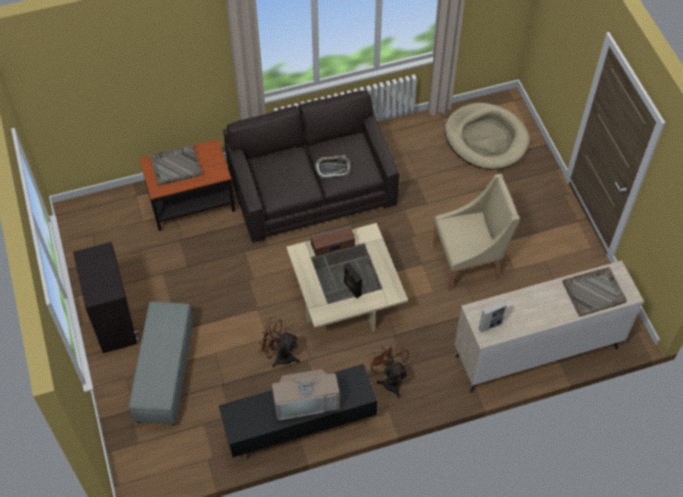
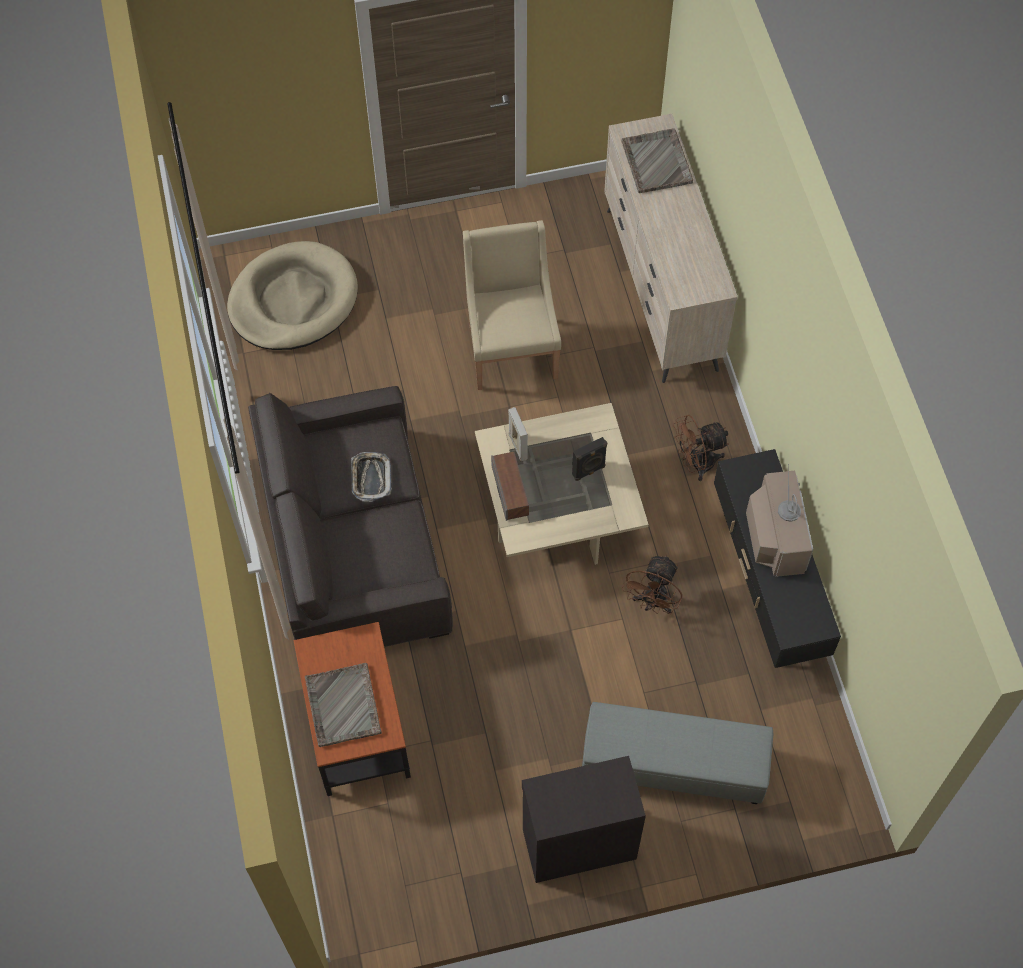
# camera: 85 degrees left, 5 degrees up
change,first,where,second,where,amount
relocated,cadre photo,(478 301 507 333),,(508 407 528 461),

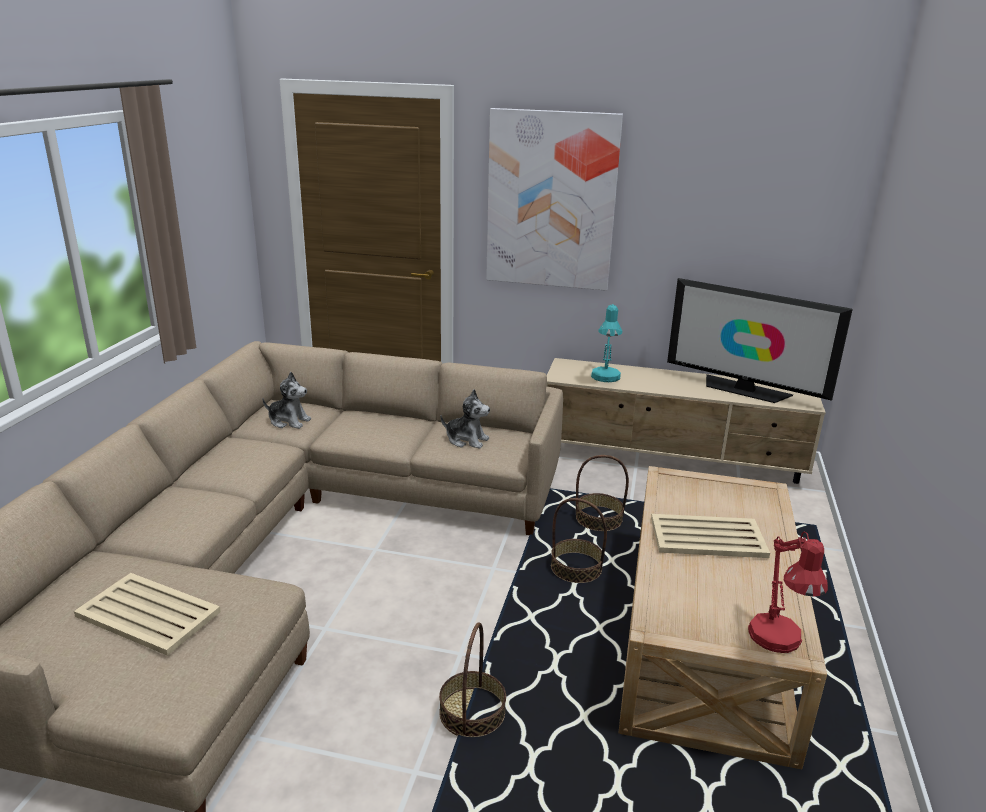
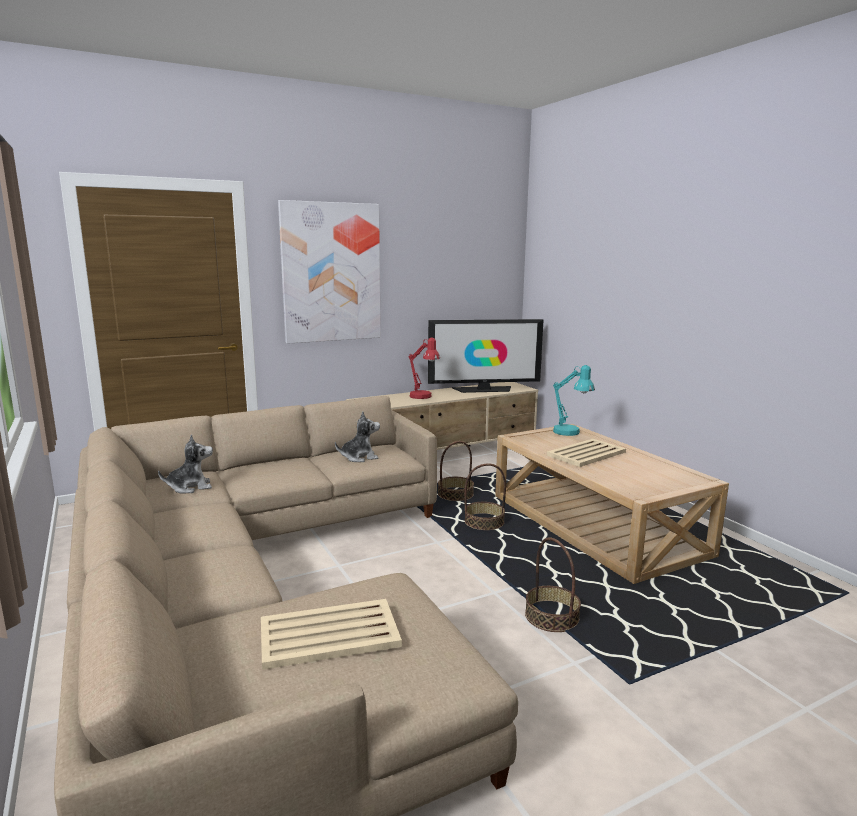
# camera: 40 degrees left, 10 degrees down
change,first,where,second,where,amount
relocated,lampe de table [turquoise],(591 304 622 382),,(553 365 595 436),
relocated,lampe de table [rouge],(748 532 828 653),,(409 338 440 399),

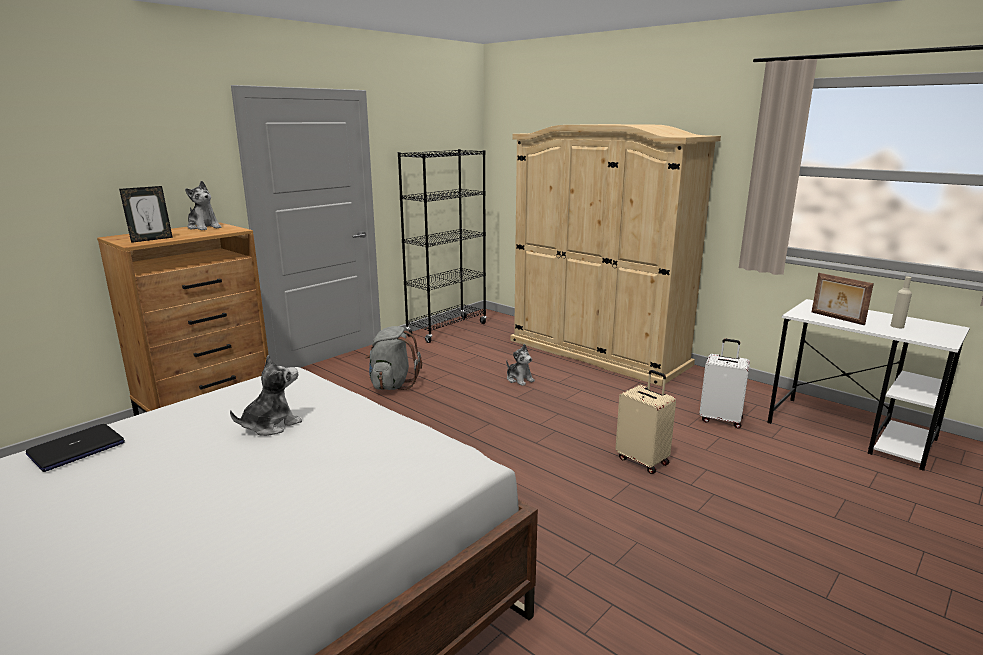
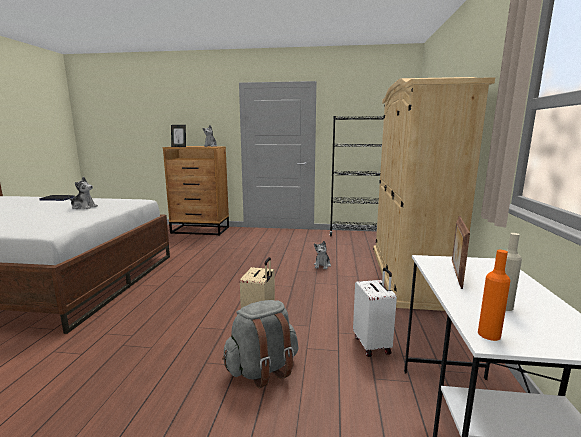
# camera: 55 degrees right, 5 degrees down
change,first,where,second,where,amount
appeared,,,bouteille [orange],(478 250 511 341),
relocated,sac à dos [gris],(365 326 422 390),,(222 300 299 388),

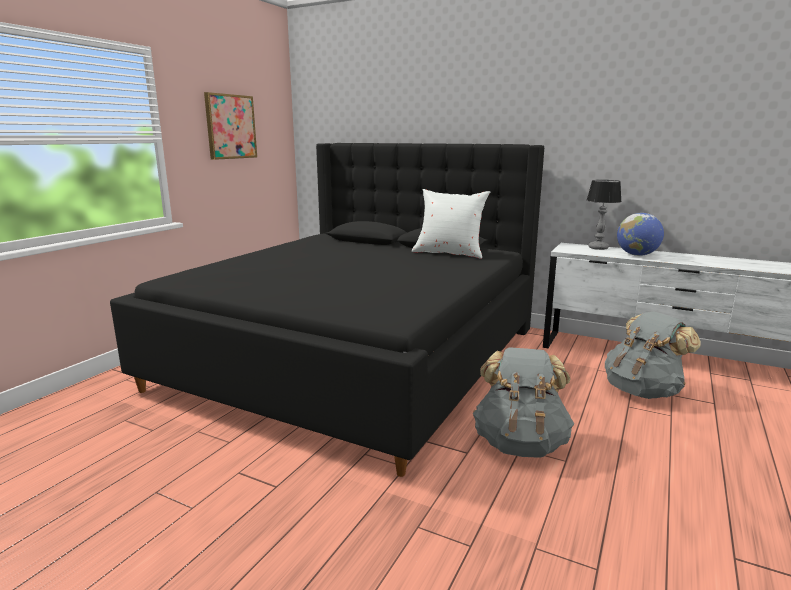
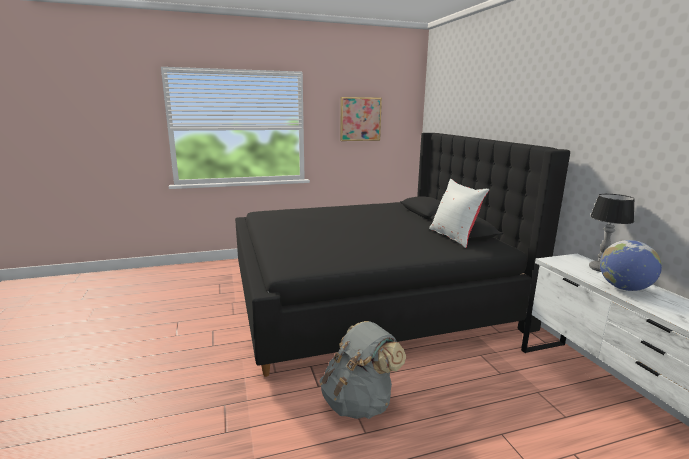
# camera: 45 degrees right, 0 degrees up
change,first,where,second,where,amount
missing,sac à dos [gris],(605 312 701 399),,,

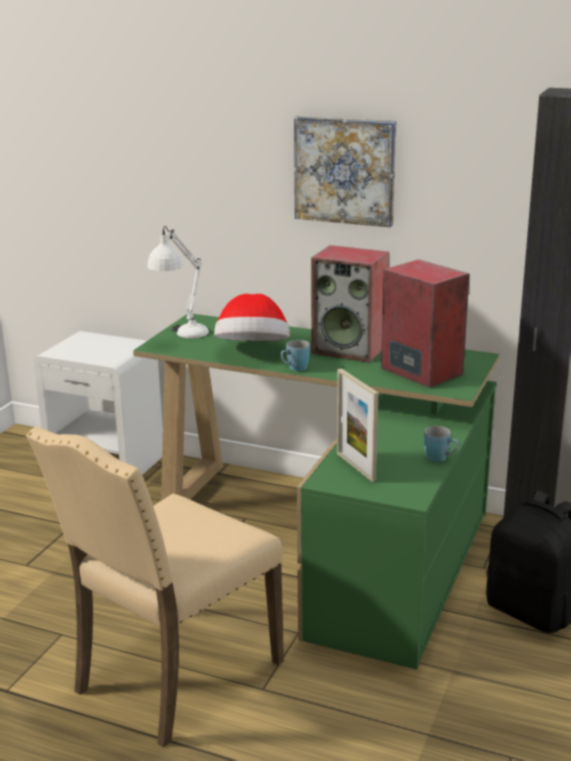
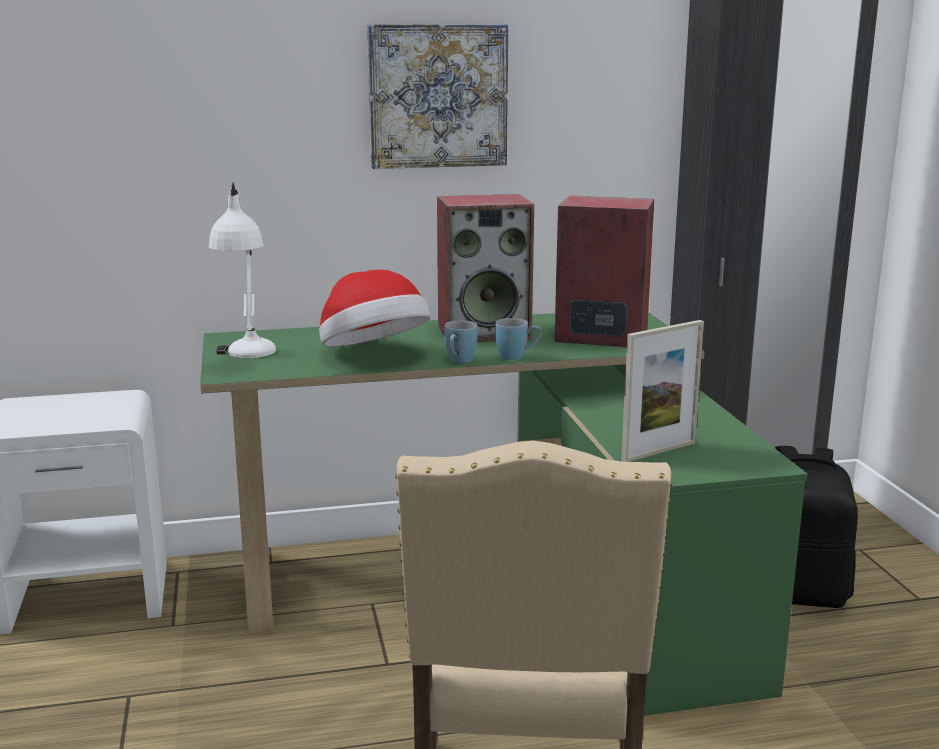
# camera: 35 degrees left, 5 degrees down
change,first,where,second,where,amount
relocated,mug [bleu],(424 426 459 462),,(495 318 541 360),
spun,cadre photo,(337 368 378 482),,(621 320 704 462),60 degrees counterclockwise

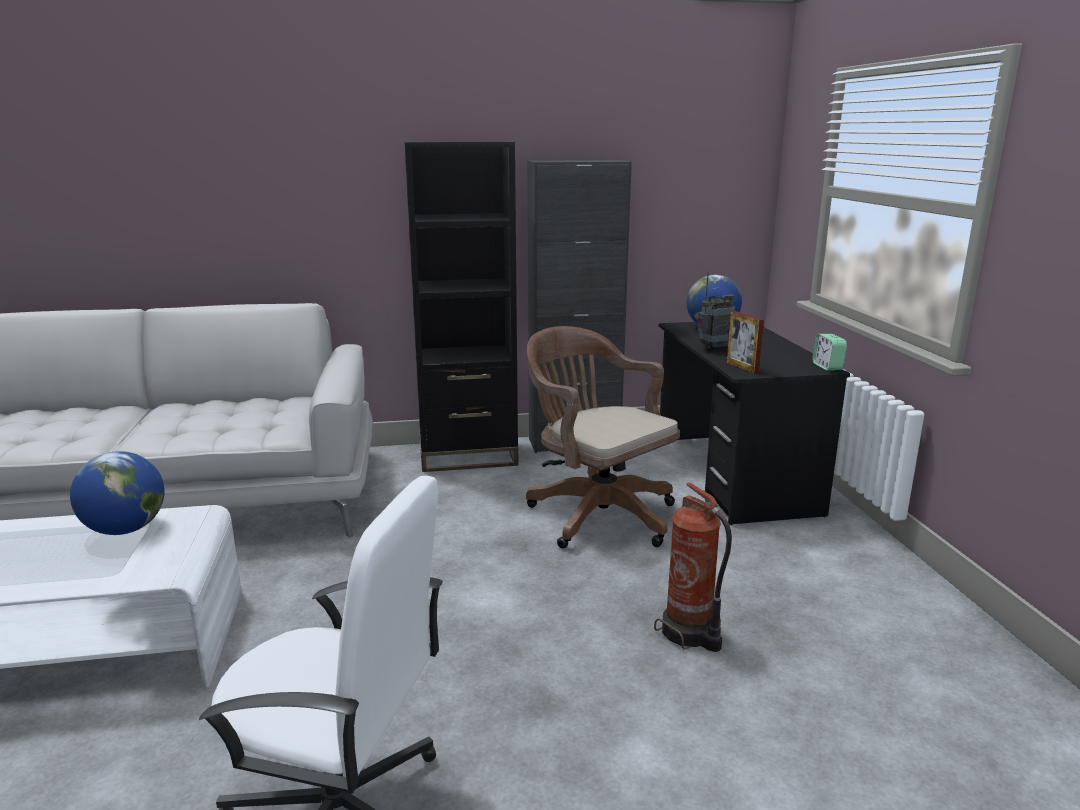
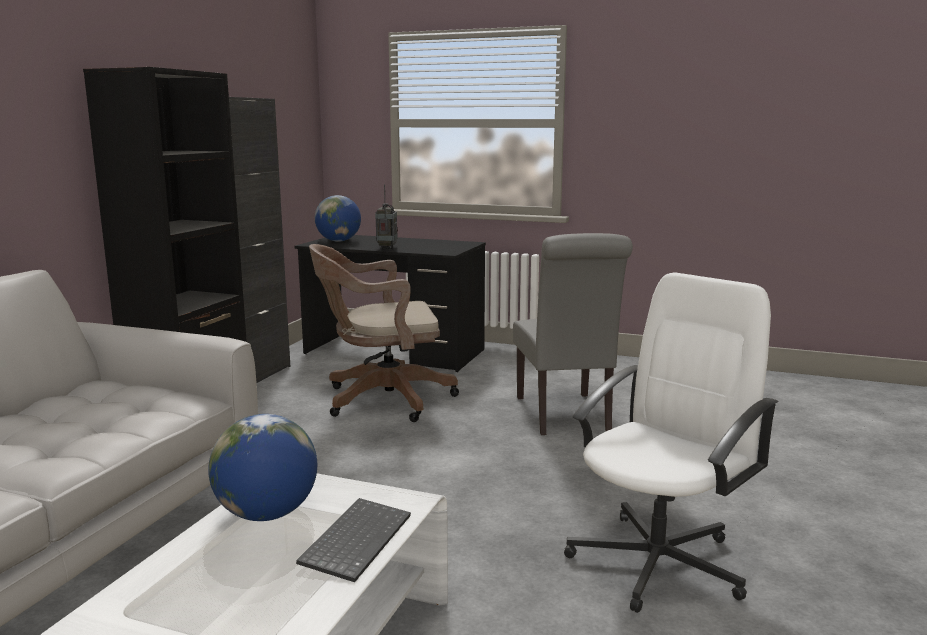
# camera: 60 degrees left, 5 degrees down
change,first,where,second,where,amount
missing,cadre photo,(727 311 764 374),,,
missing,réveil,(812 334 847 371),,,
appeared,,,clavier,(296 498 411 582),
exchanged,extincteur,(654 483 732 652),chaise [gris],(513 233 633 435),

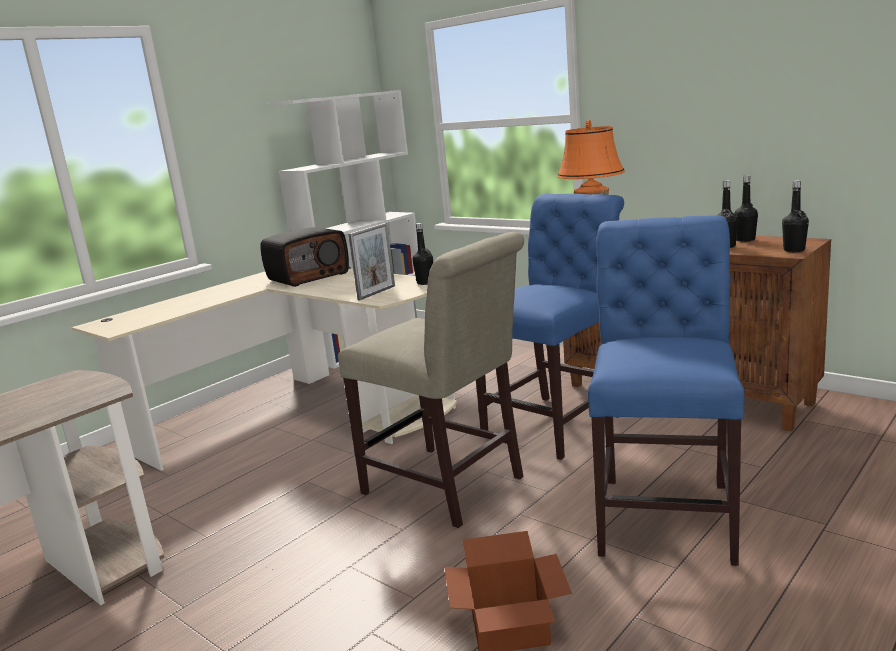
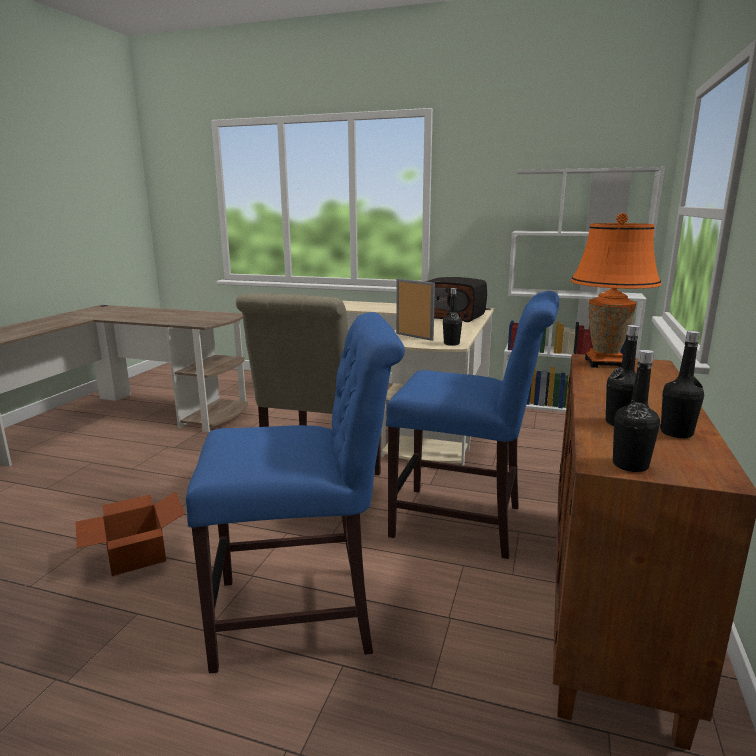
# camera: 65 degrees right, 0 degrees up
change,first,where,second,where,amount
spun,cadre photo,(348 223 395 301),,(396 279 435 341),150 degrees counterclockwise

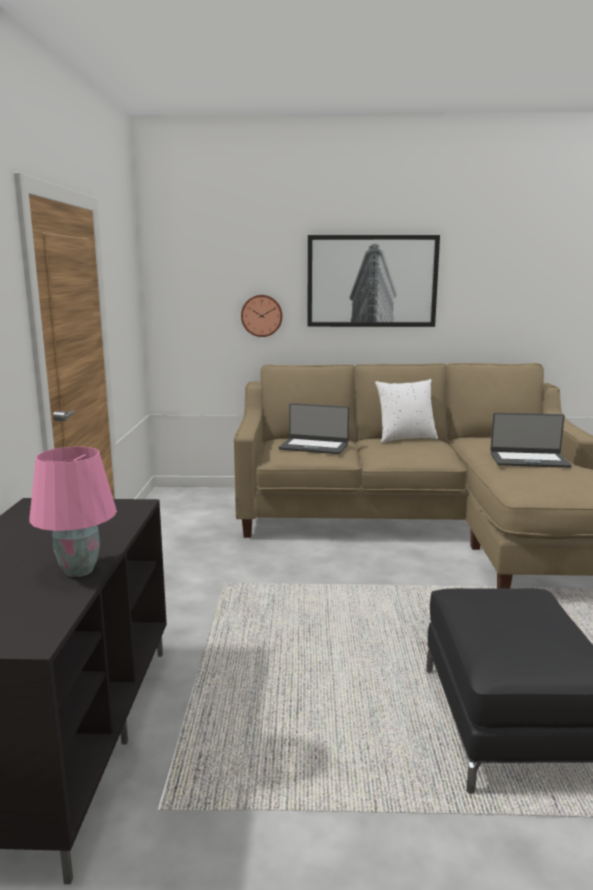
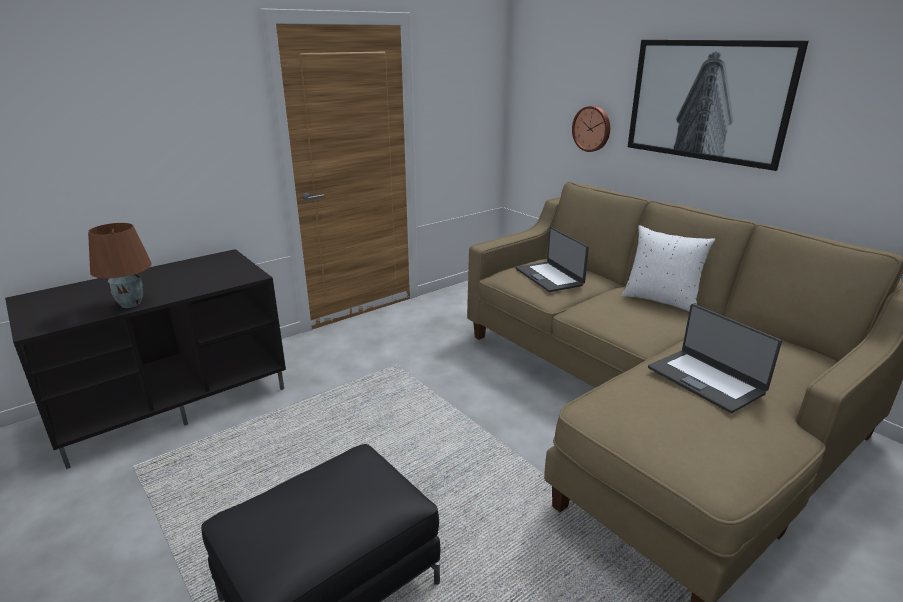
# camera: 50 degrees right, 10 degrees up
change,first,where,second,where,amount
colour,lampe de table [rose],(29 447 117 577),lampe de table [marron],(88 223 151 308),

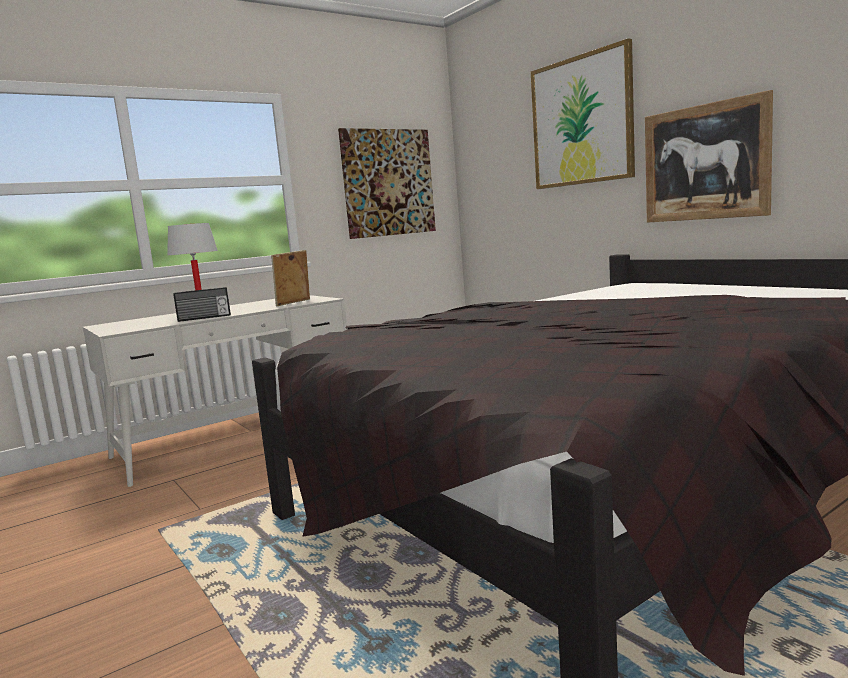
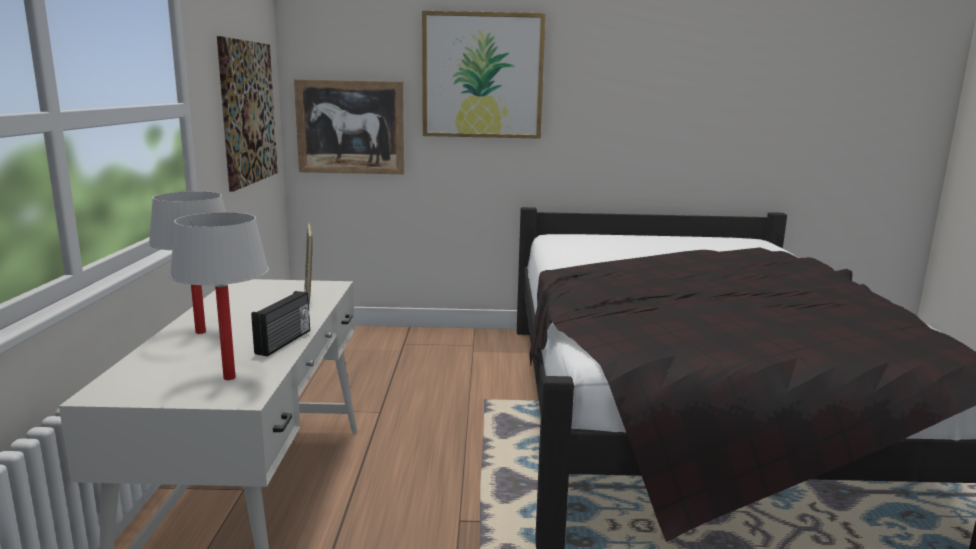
# camera: 55 degrees left, 5 degrees up
change,first,where,second,where,amount
appeared,,,lampe de table [blanc],(170 212 269 380),
relocated,tableau,(645 90 773 223),,(294 79 404 174),

